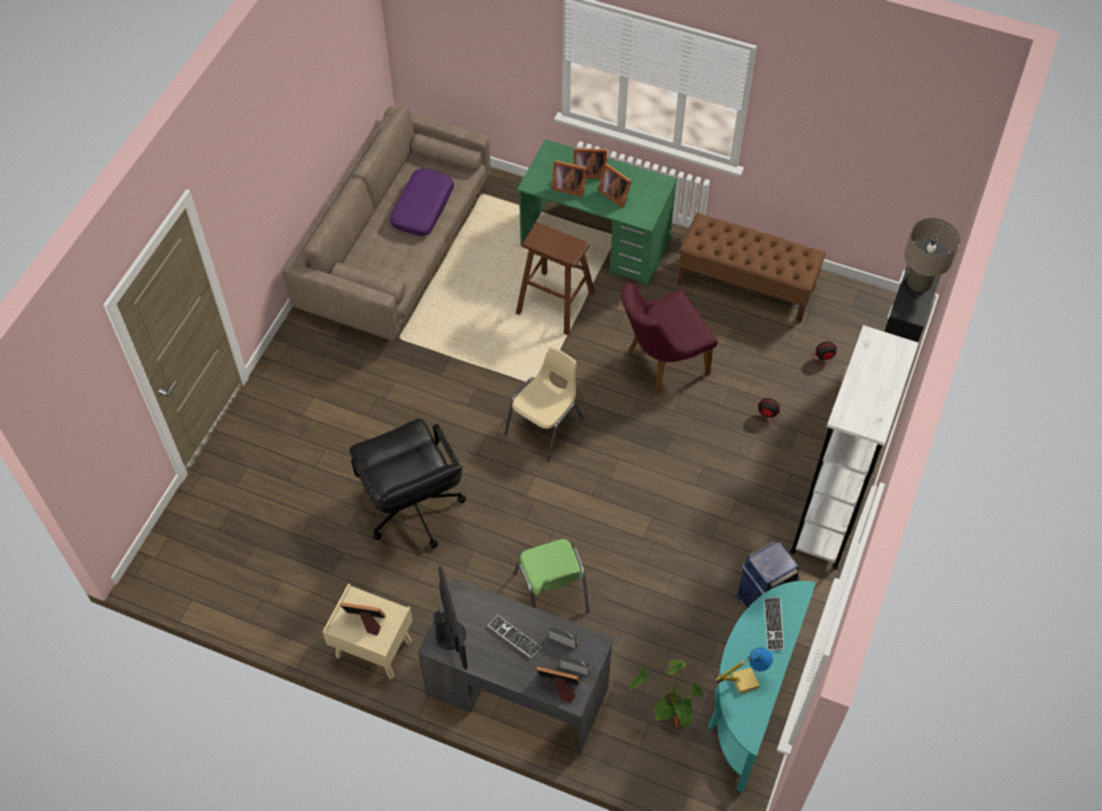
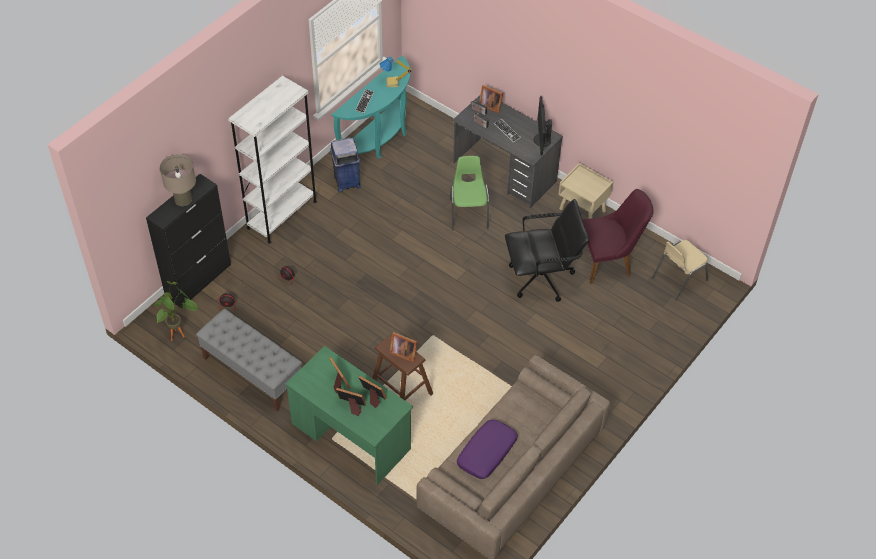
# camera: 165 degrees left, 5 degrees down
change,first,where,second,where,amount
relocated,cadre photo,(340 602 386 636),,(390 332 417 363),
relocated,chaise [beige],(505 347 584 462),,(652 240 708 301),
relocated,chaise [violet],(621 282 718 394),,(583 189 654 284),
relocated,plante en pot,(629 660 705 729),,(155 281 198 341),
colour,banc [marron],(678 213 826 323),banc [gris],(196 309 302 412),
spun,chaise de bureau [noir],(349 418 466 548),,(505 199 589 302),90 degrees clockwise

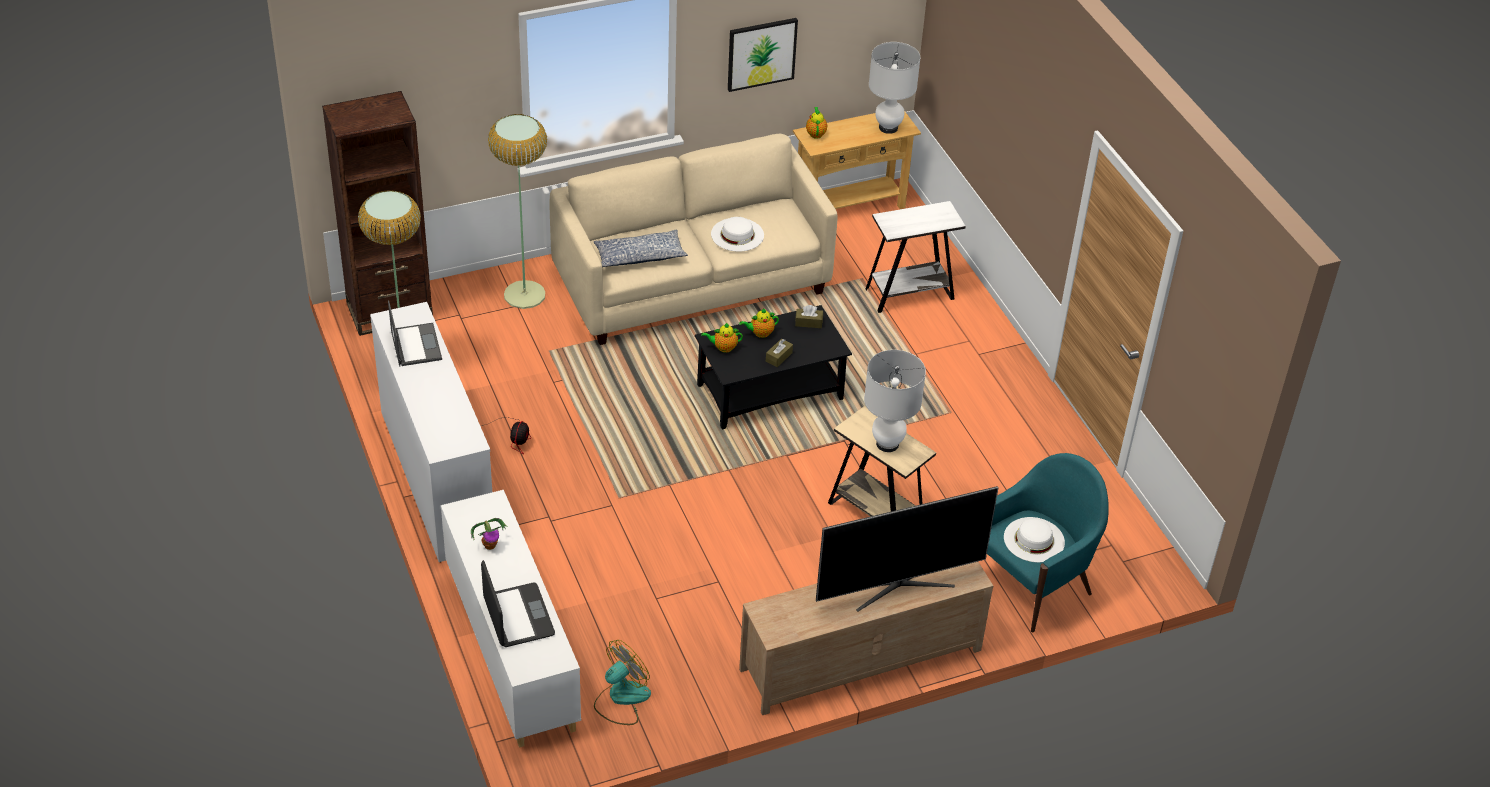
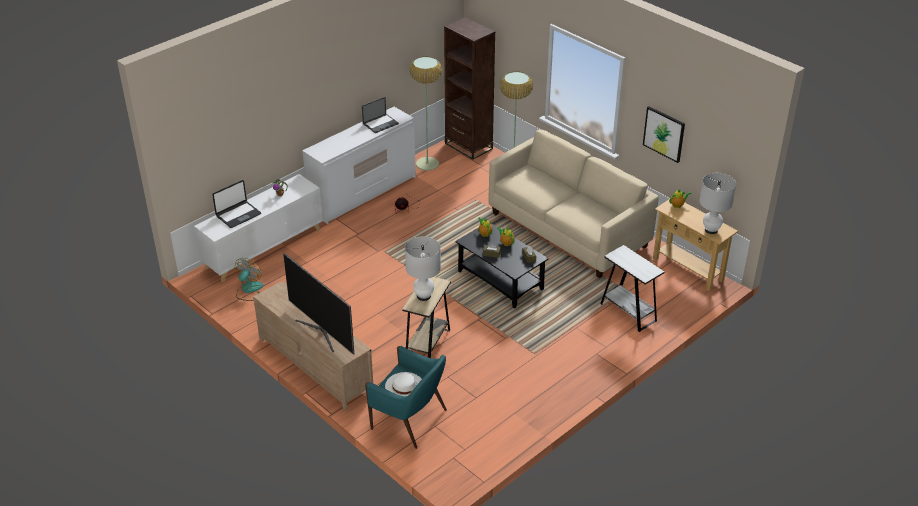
# camera: 70 degrees right, 5 degrees down
change,first,where,second,where,amount
missing,coussin,(594 230 688 267),,,
missing,chapeau [blanc],(711 217 764 252),,,
spun,ventilateur,(594 640 651 725),,(235 258 264 301),90 degrees counterclockwise

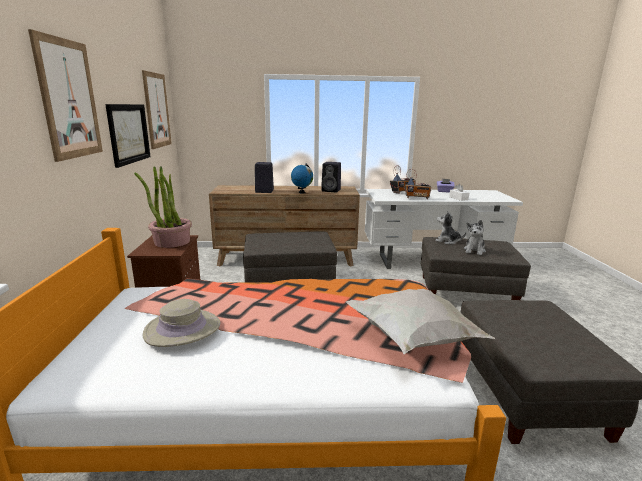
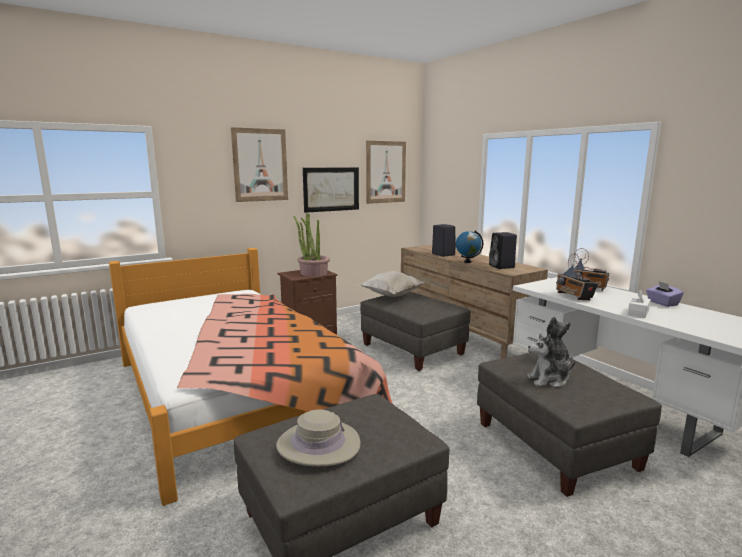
# camera: 60 degrees right, 5 degrees down
change,first,where,second,where,amount
relocated,chapeau [beige],(142 299 220 347),,(276 409 361 466),
relocated,coussin [blanc],(346 289 495 354),,(360 271 425 297),

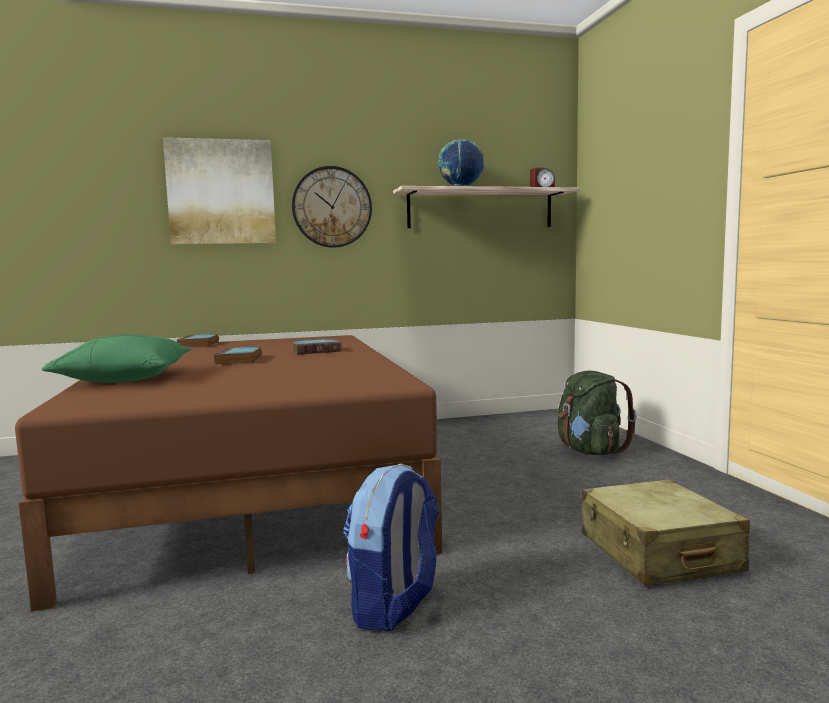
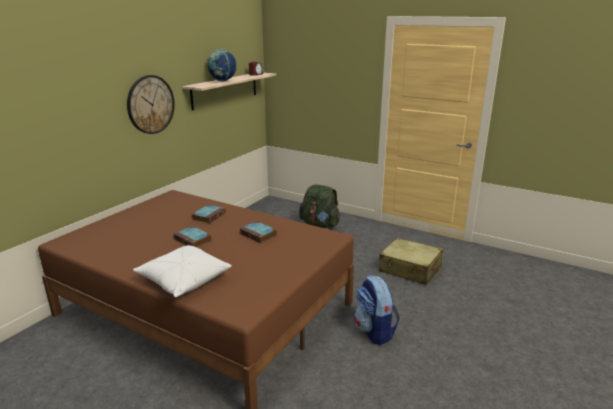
# camera: 45 degrees left, 15 degrees up
change,first,where,second,where,amount
missing,tableau,(163 137 276 245),,,
relocated,livre,(177 334 219 348),,(240 221 277 243),
colour,coussin [vert],(42 334 192 383),coussin [blanc],(133 245 232 297),

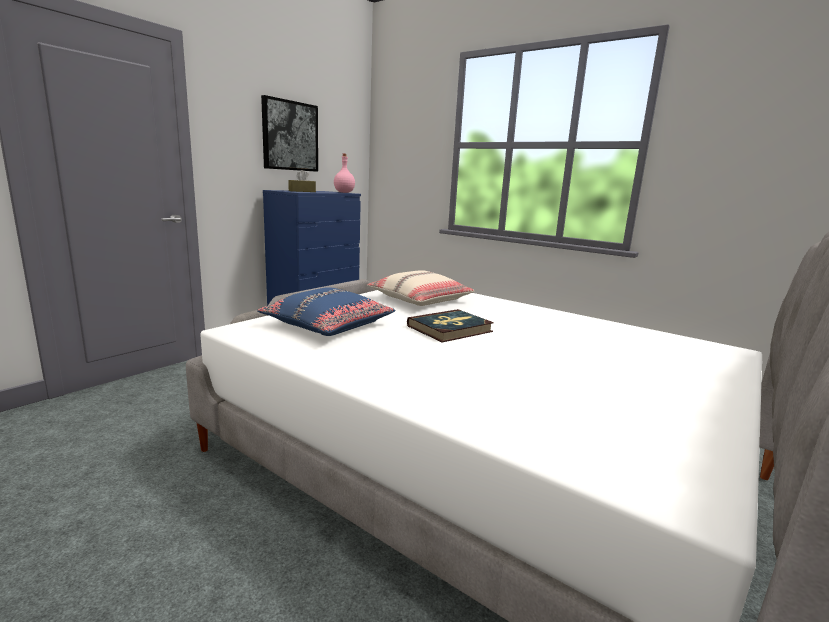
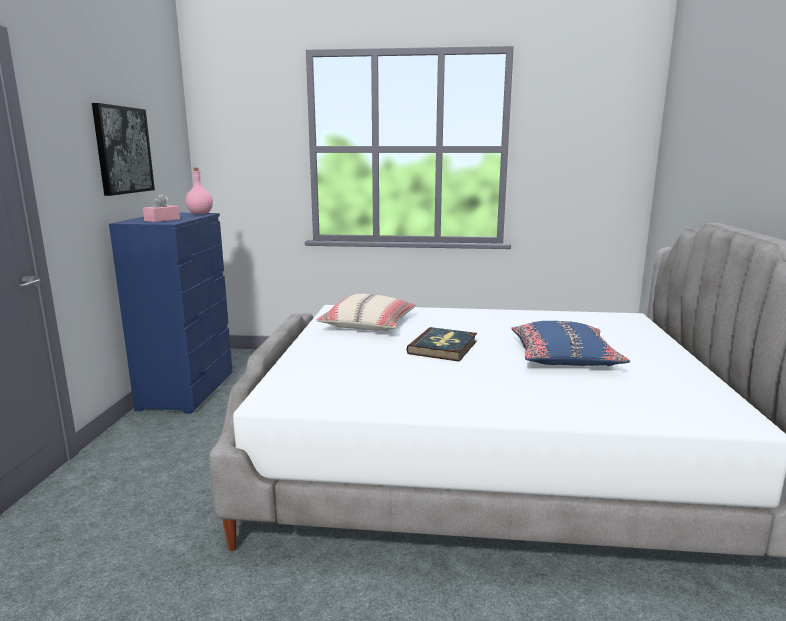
# camera: 30 degrees left, 0 degrees up
change,first,where,second,where,amount
relocated,coussin [bleu],(257 287 395 336),,(511 321 630 366),
colour,boîte à mouchoirs [marron],(288 170 316 192),boîte à mouchoirs [rose],(143 194 180 222),

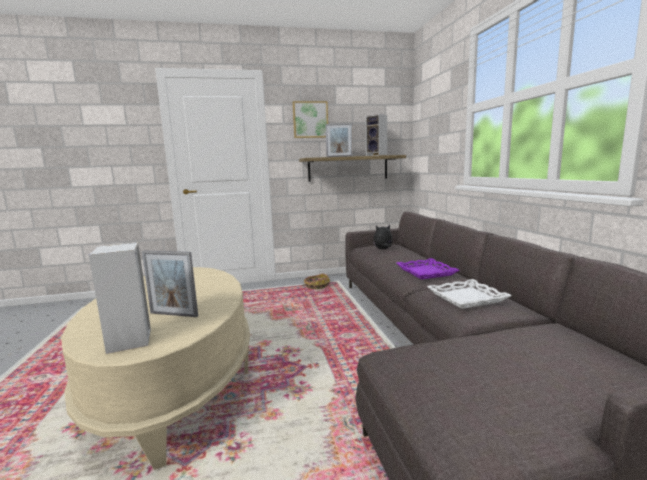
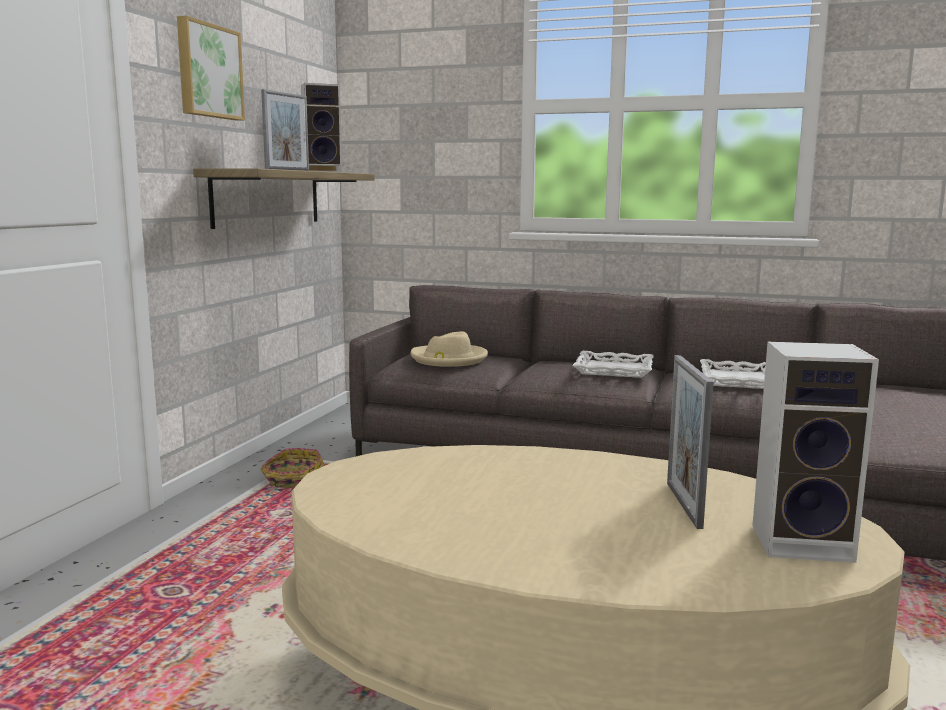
# camera: 60 degrees left, 0 degrees up
change,first,where,second,where,amount
exchanged,peluche,(373 225 393 249),chapeau [beige],(410 331 488 367),
colour,plateau [violet],(397 258 459 280),plateau [blanc],(573 351 654 378),
spun,cadre photo,(142 251 198 317),,(667 355 714 529),135 degrees clockwise

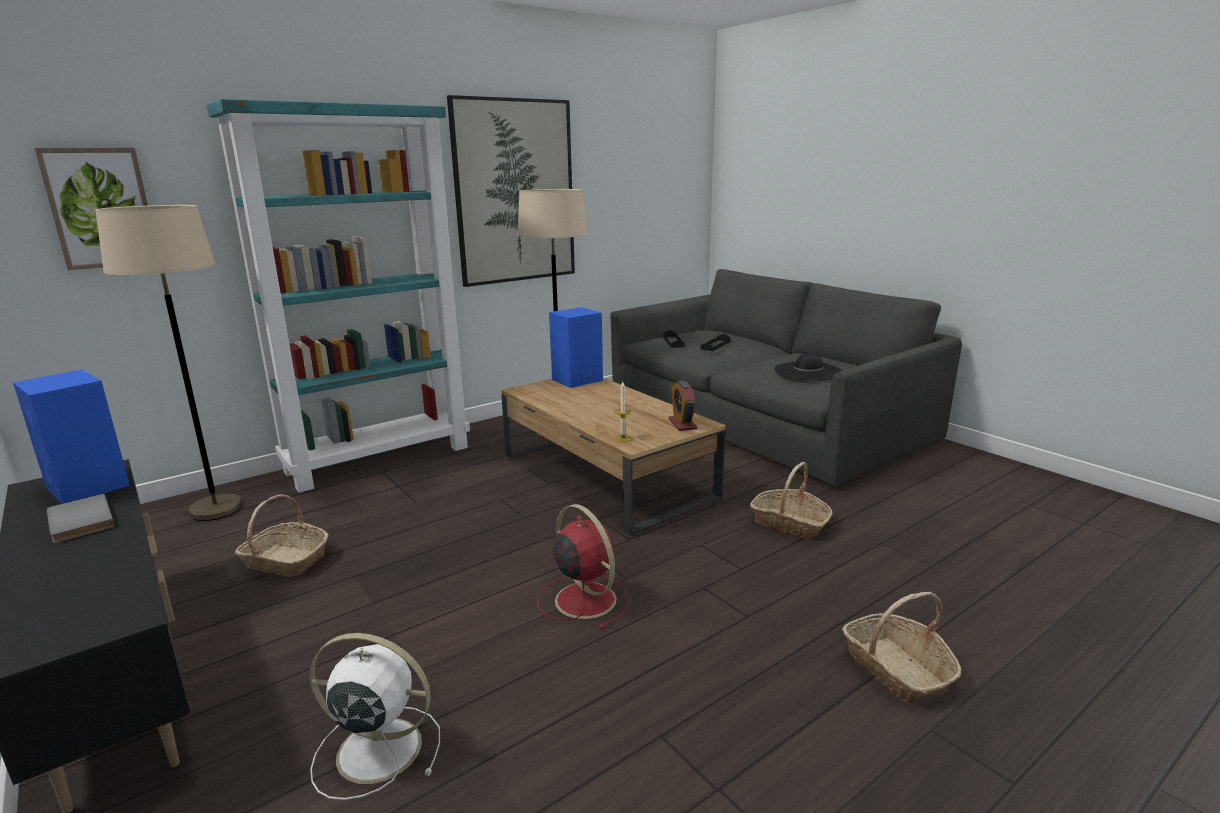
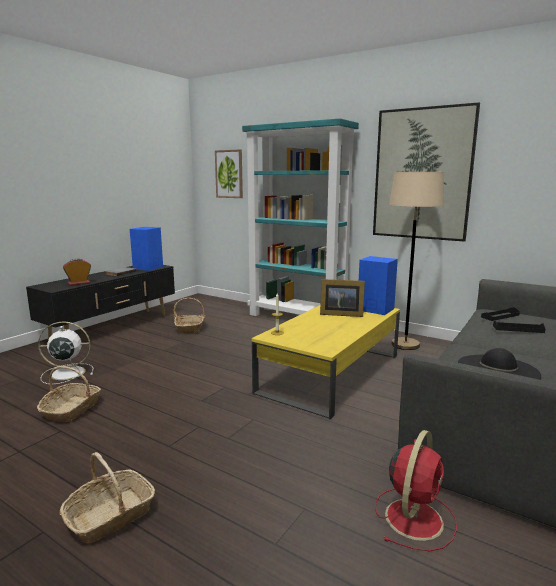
# camera: 70 degrees right, 5 degrees down
change,first,where,second,where,amount
missing,lampadaire [beige],(95 205 243 521),,,
appeared,,,cadre photo,(320 279 365 317),
relocated,ventilateur [rouge],(537 504 630 630),,(375 430 457 551),
relocated,réveil,(668 381 697 431),,(63 259 91 286),
relocated,panier,(750 462 833 539),,(37 366 101 422),
colour,table basse [marron],(501 378 725 536),table basse [jaune],(252 305 400 419),
spun,ventilateur [blanc],(309 633 440 800),,(38 322 93 384),90 degrees counterclockwise

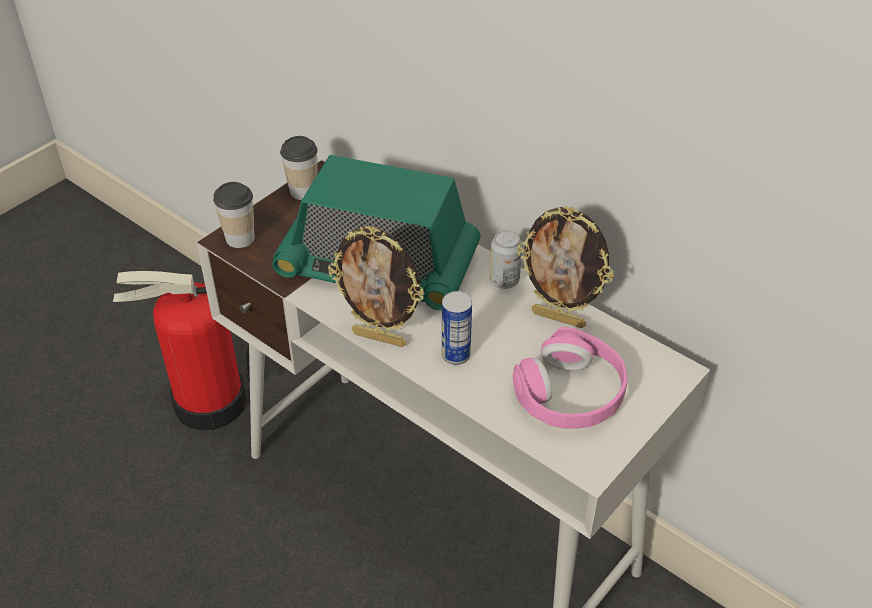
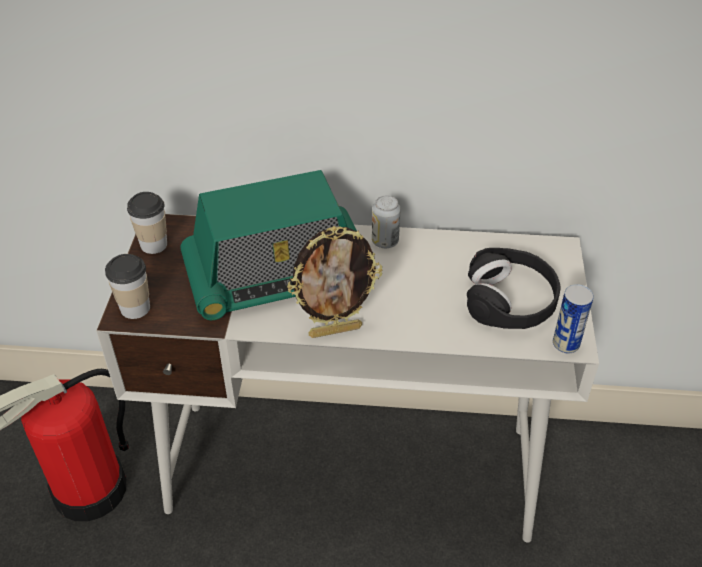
# camera: 35 degrees left, 0 degrees up
change,first,where,second,where,amount
missing,cadre photo,(518 206 614 328),,,
relocated,boîte métallique,(442 291 472 365),,(553 284 594 353),
colour,casque audio [rose],(513 327 627 429),casque audio [noir],(467 248 561 329),

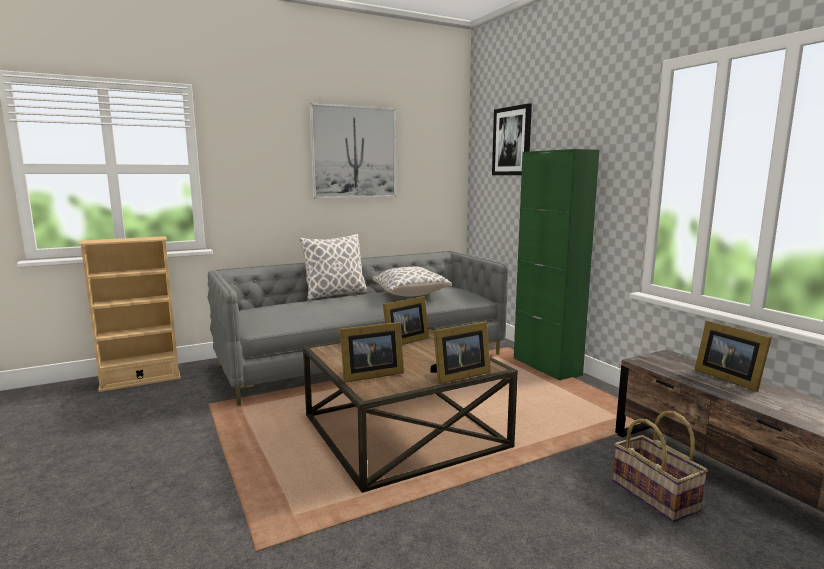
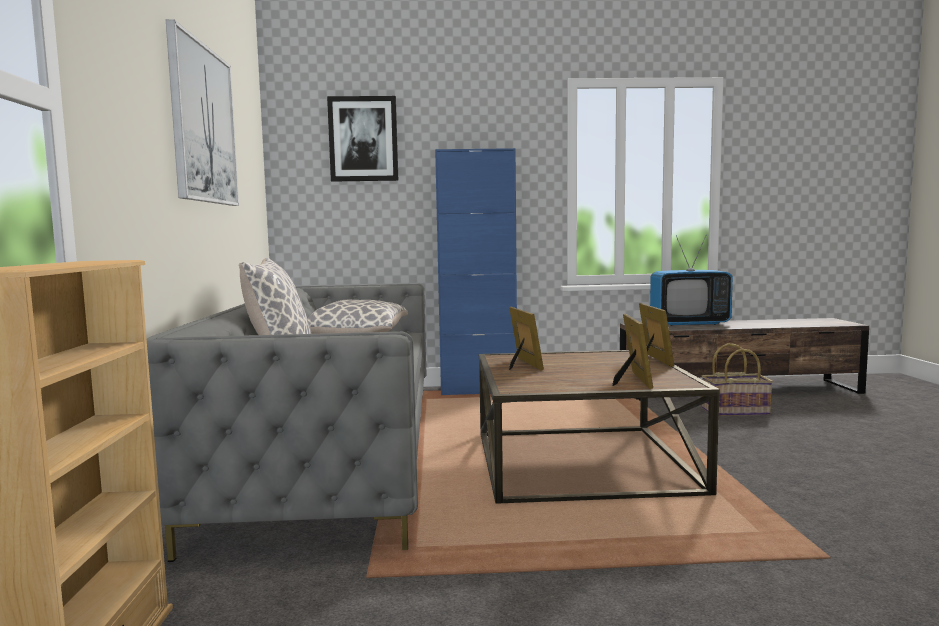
# camera: 65 degrees left, 5 degrees down
change,first,where,second,where,amount
exchanged,cadre photo,(695 321 772 392),téléviseur,(650 235 733 326),
colour,meuble de rangement [vert],(514 149 599 380),meuble de rangement [bleu],(435 148 517 395),

